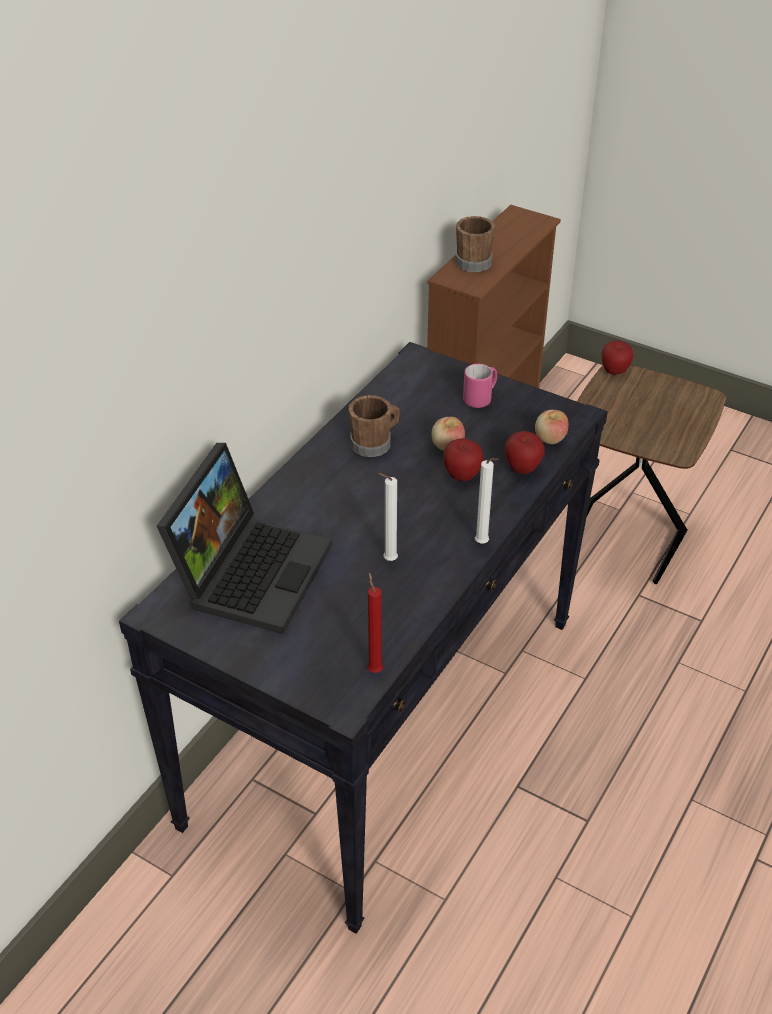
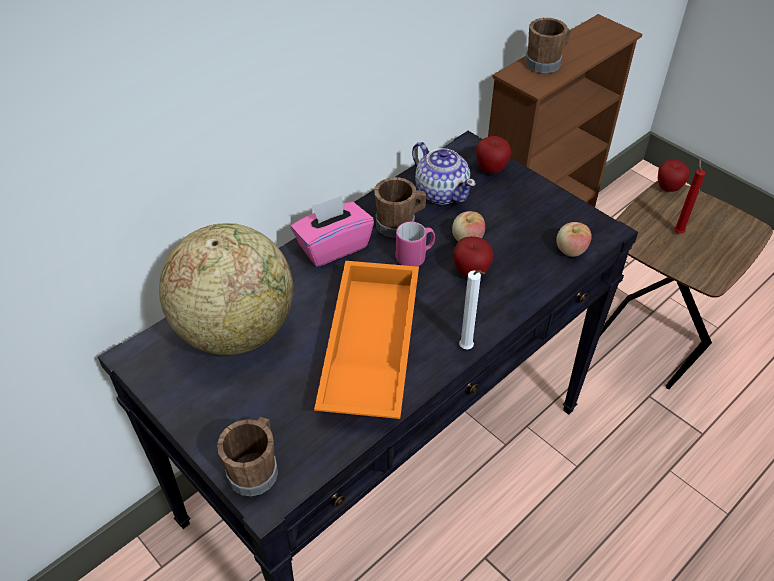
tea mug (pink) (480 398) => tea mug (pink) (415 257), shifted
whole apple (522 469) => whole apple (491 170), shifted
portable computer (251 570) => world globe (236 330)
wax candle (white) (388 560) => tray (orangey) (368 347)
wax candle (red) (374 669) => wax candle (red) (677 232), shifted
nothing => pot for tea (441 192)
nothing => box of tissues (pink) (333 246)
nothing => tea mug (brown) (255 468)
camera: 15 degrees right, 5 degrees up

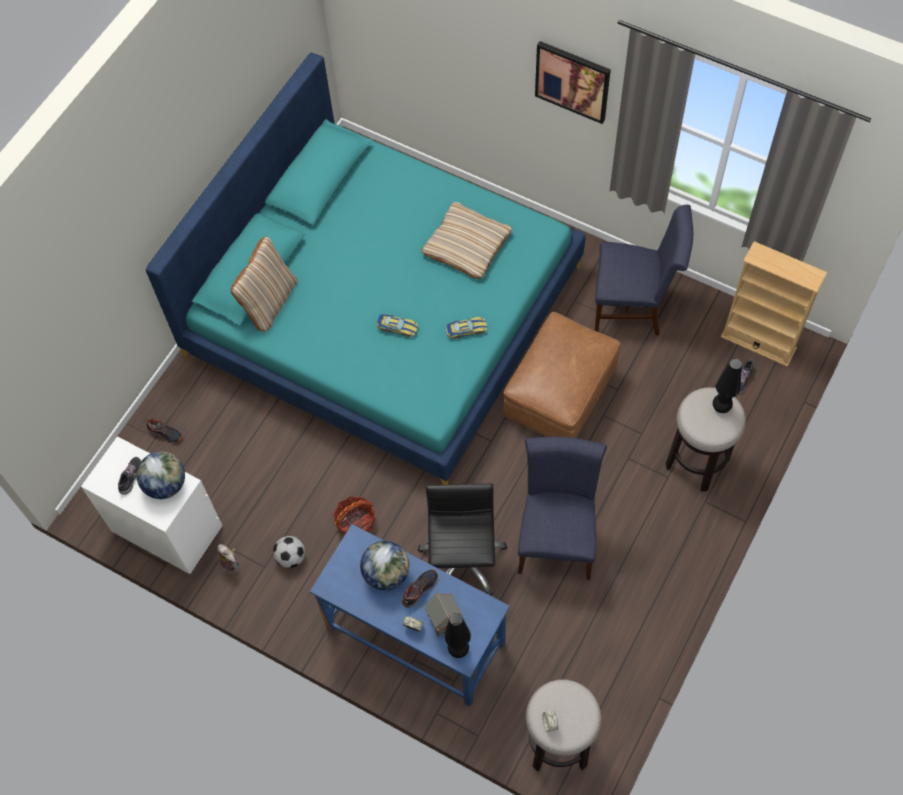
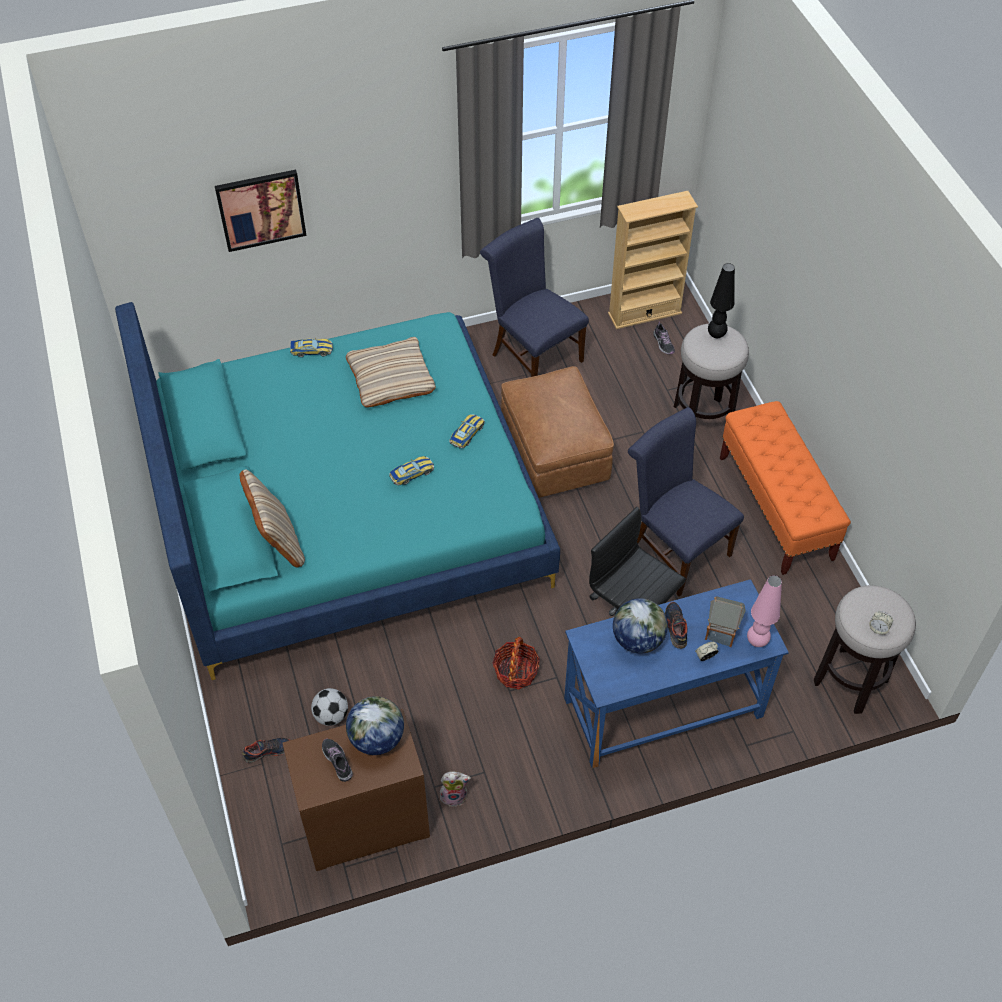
wall picture (572 81) => wall picture (261 209), shifted
plain chair (blue) (634 306) => plain chair (blue) (533 355), 90 degrees counterclockwise
dresser (white) (167 529) => dresser (brown) (364 823)
football (291 557) => football (331 716), shifted
tabletop lamp (black) (458 650) => tabletop lamp (pink) (756 641)
nothing => miniature car (312 350)
nothing => bench (orangey) (775 508)
camera: 50 degrees left, 10 degrees down

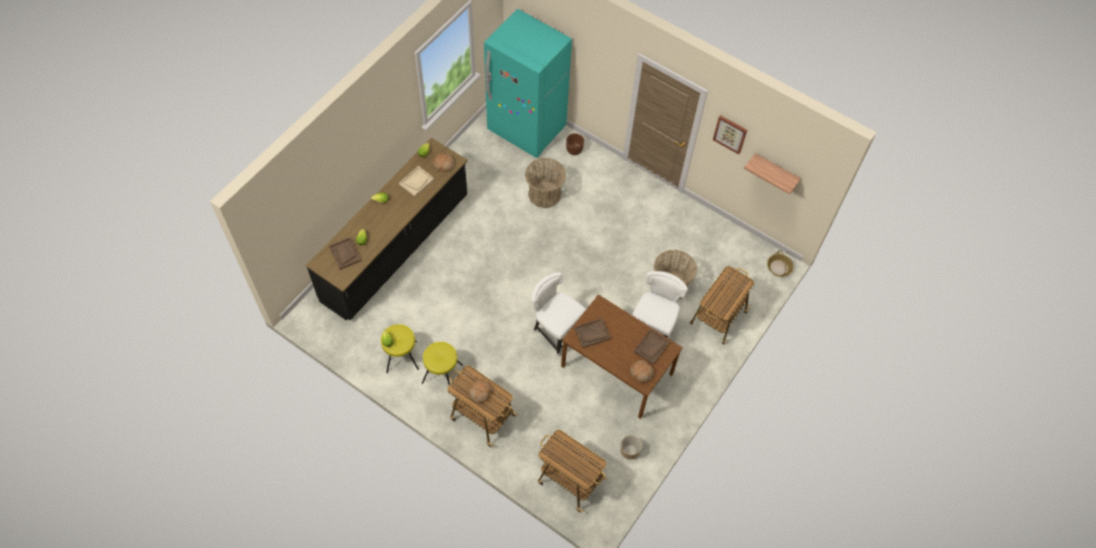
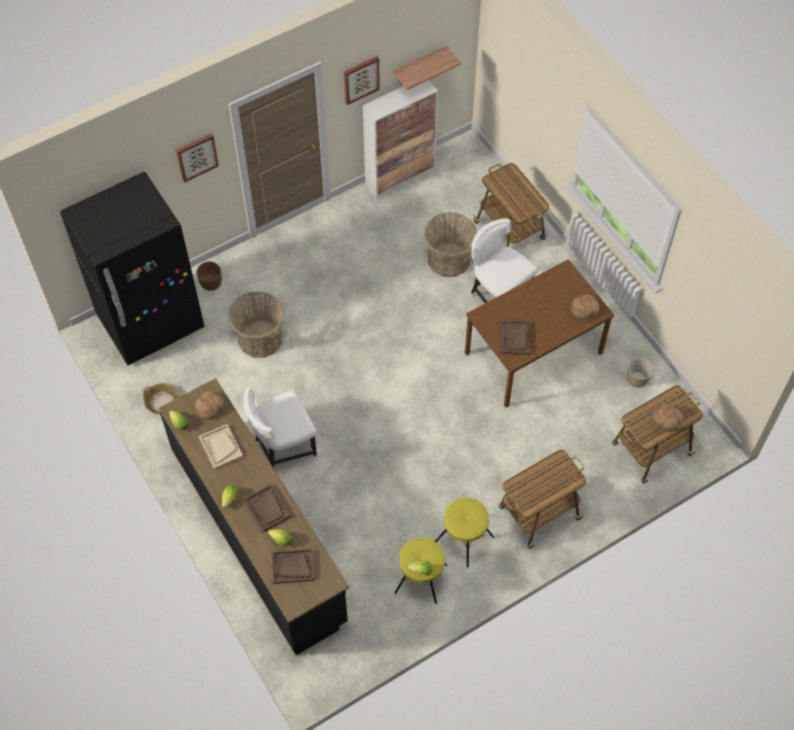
fridge (turquoise-coloured) (526 129) => fridge (black) (151 323)
basket (779 268) => basket (162 402), shifted
plain chair (white) (555 332) => plain chair (white) (283 448), shifted
tray (brown) (651 347) => tray (brown) (267 508), shifted
bakery bread (480 392) => bakery bread (667 420), shifted
nothing => cupboard (400 176)
nothing => wall picture (196 156)
camera: 65 degrees left, 0 degrees up

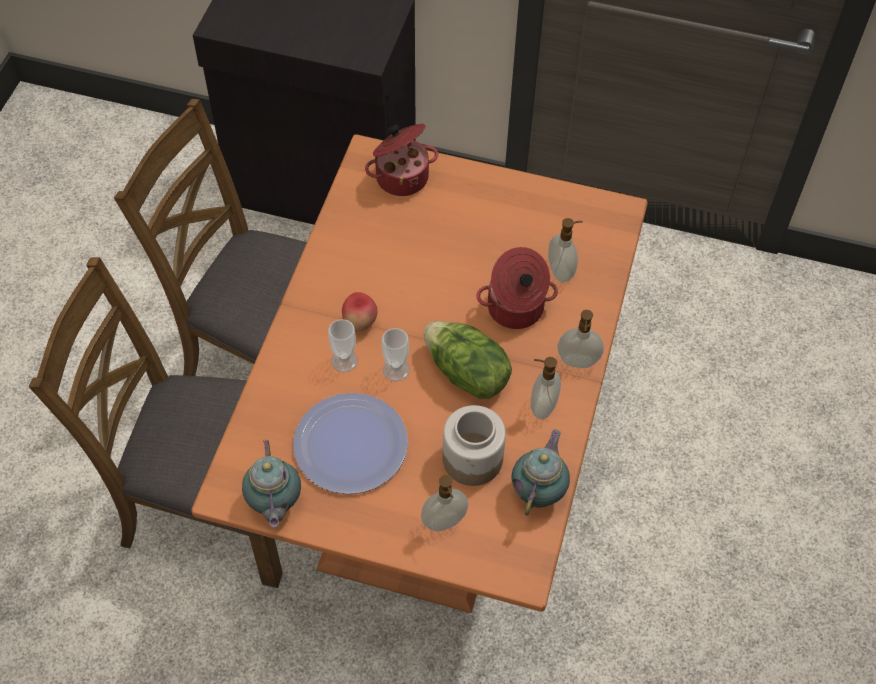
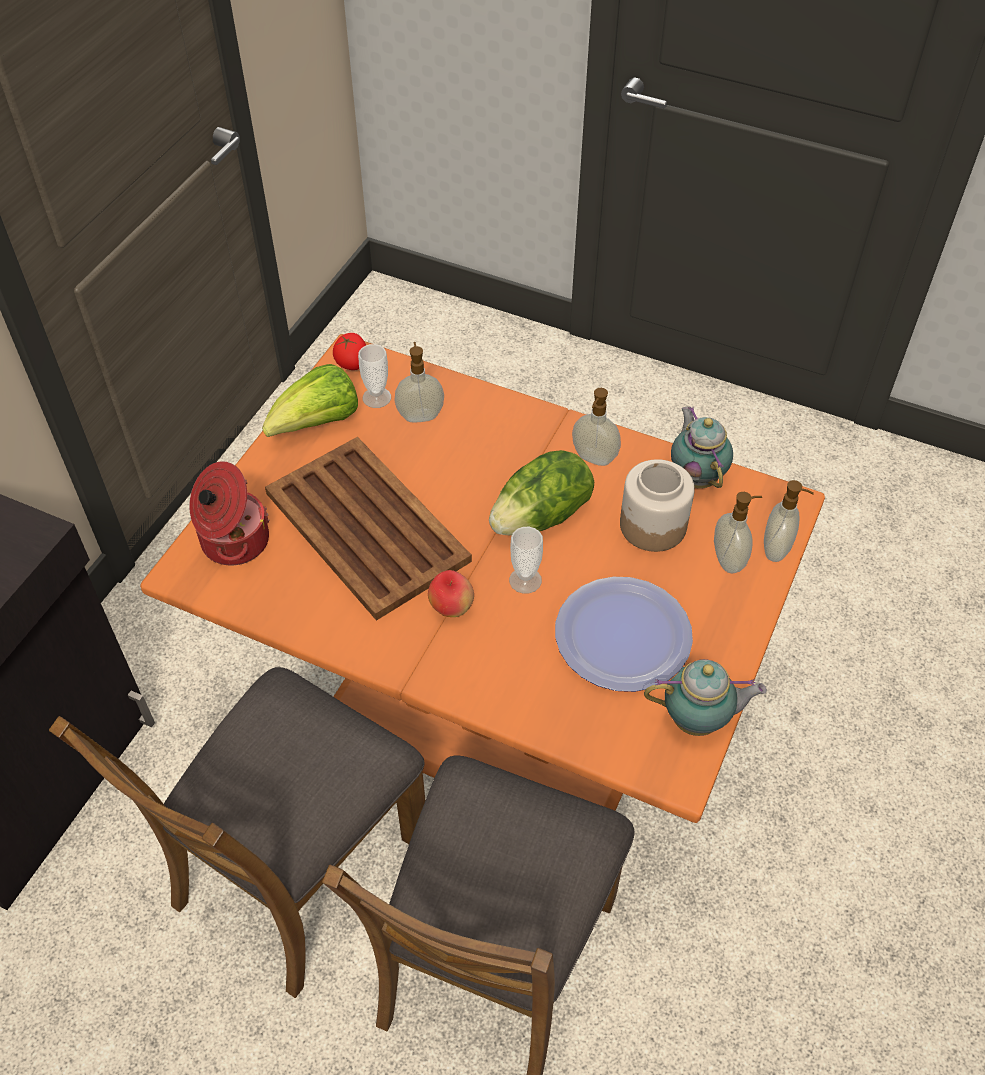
stockpot (515 309) => nothing
liquid soap bottle (577 362) => liquid soap bottle (777 549), shifted
drinking cup (344 361) => drinking cup (376 397), shifted
pot for tea (539 491) => pot for tea (696 476), 45 degrees clockwise
nothing => fresh tomato (352 363)
nothing => lettuce (317 424)
nothing => tray (brown) (366 525)
camera: 80 degrees left, 5 degrees down

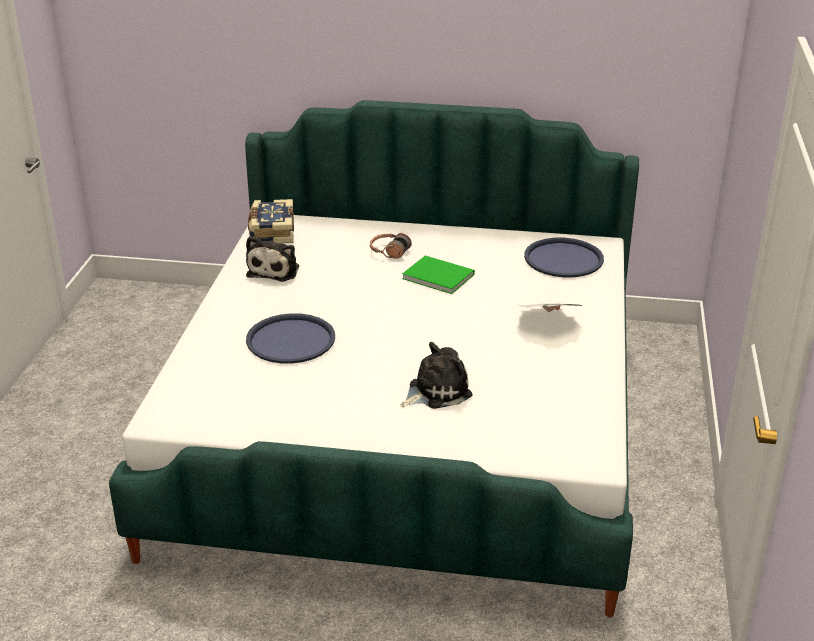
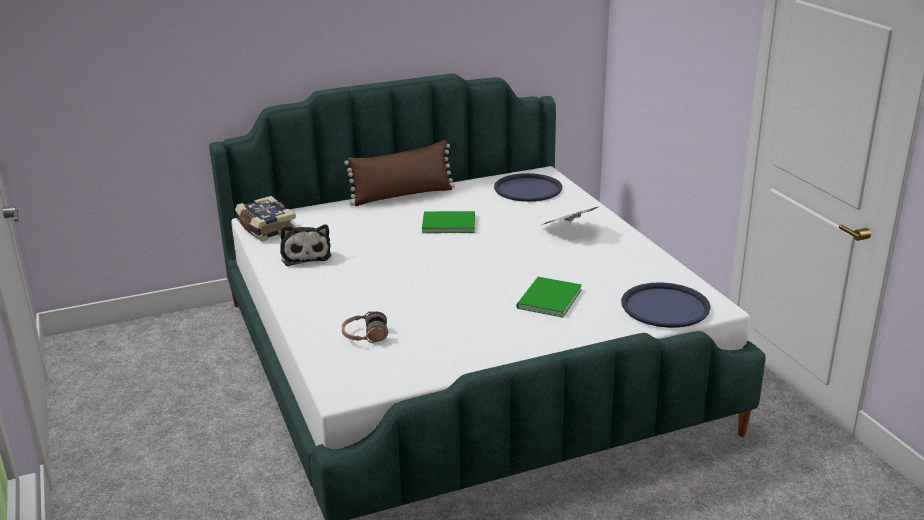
pair of headphones (389 251) => pair of headphones (365 336), shifted
tray (blue) (290 340) => tray (blue) (665 306), shifted
cuddly toy (436 391) => bound book (green) (547 299)
nothing => throw pillow (brown) (402 195)
camera: 30 degrees left, 5 degrees down

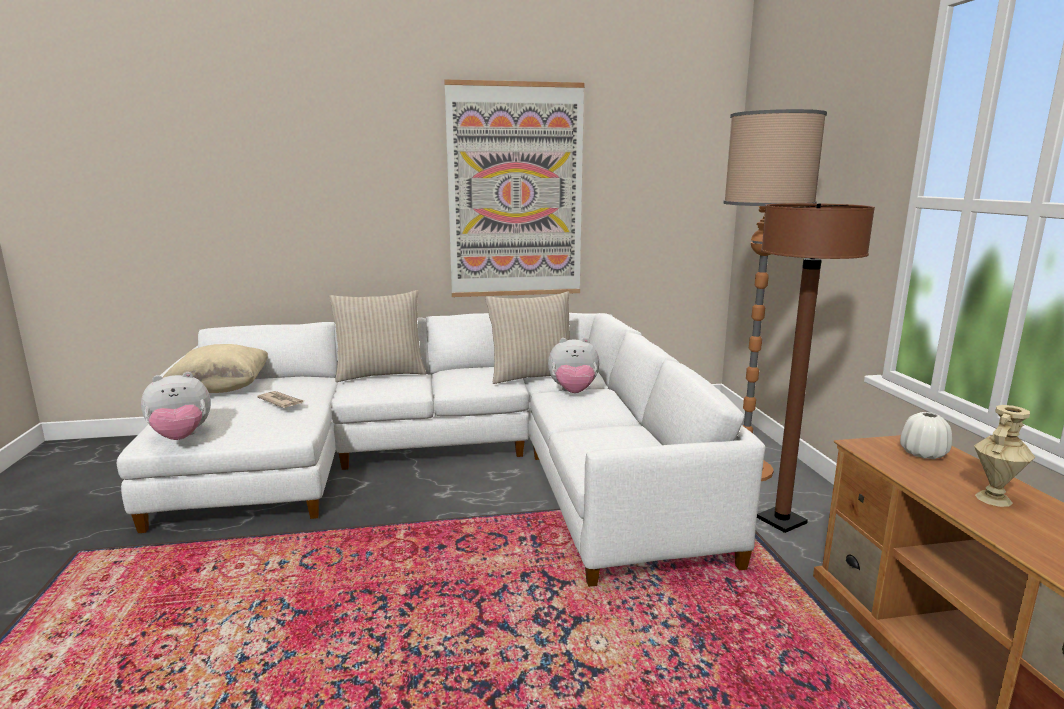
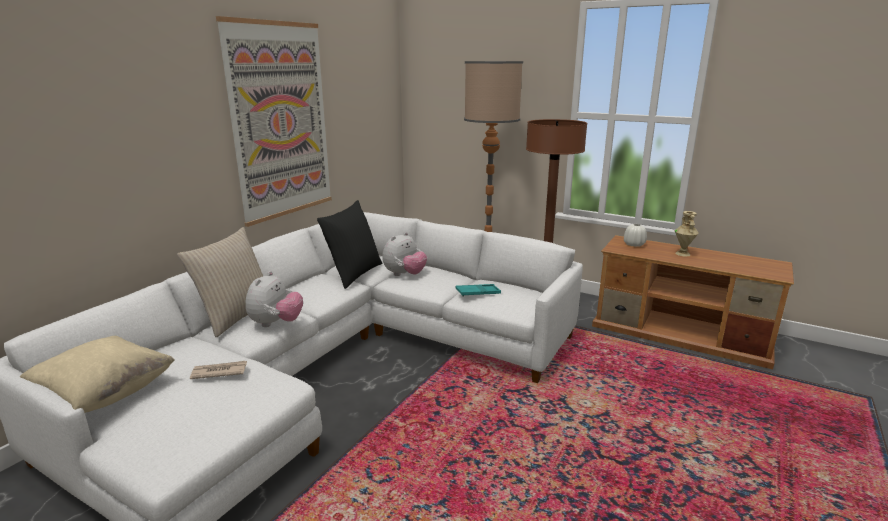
throw pillow (sand-coloured) (532 376) => throw pillow (black) (353 274)
cuddly toy (181 438) => cuddly toy (276 323), shifted
nothing => tray (turquoise-coloured) (478 293)
camera: 50 degrees left, 5 degrees up

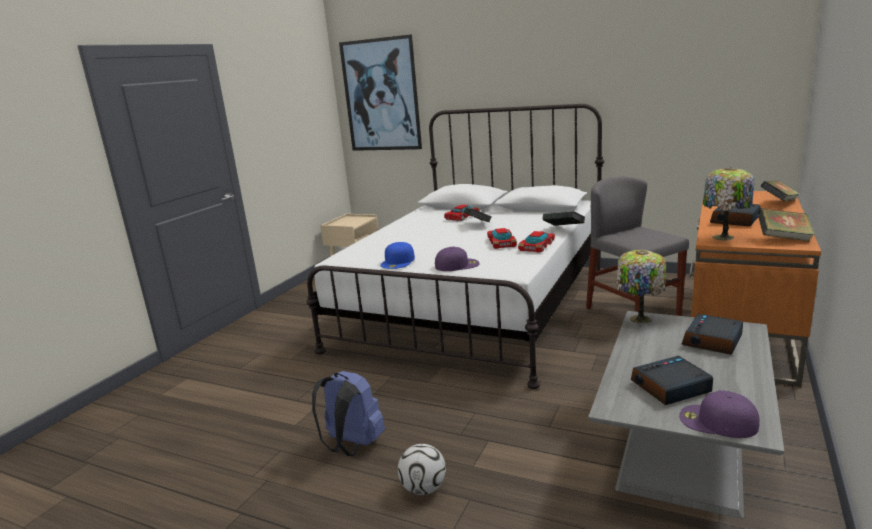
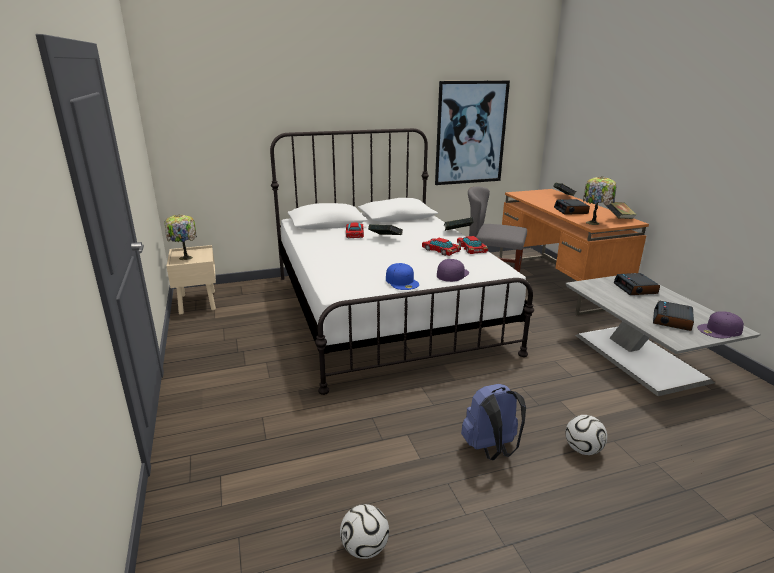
wall picture (381 95) => wall picture (471 133), shifted
tabletop lamp (638 319) => tabletop lamp (185 258), shifted
nothing => football (365 548)
camera: 45 degrees left, 5 degrees up

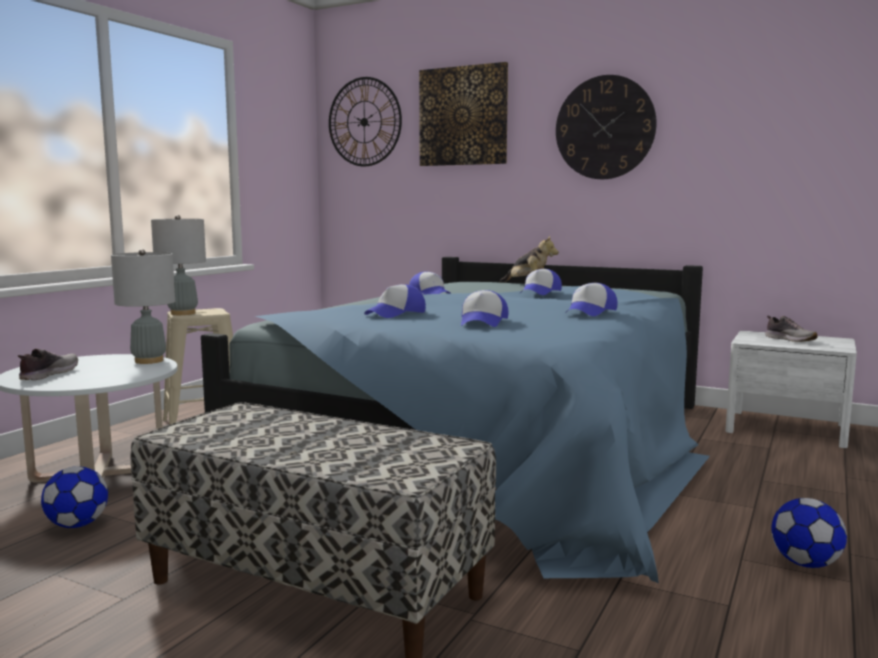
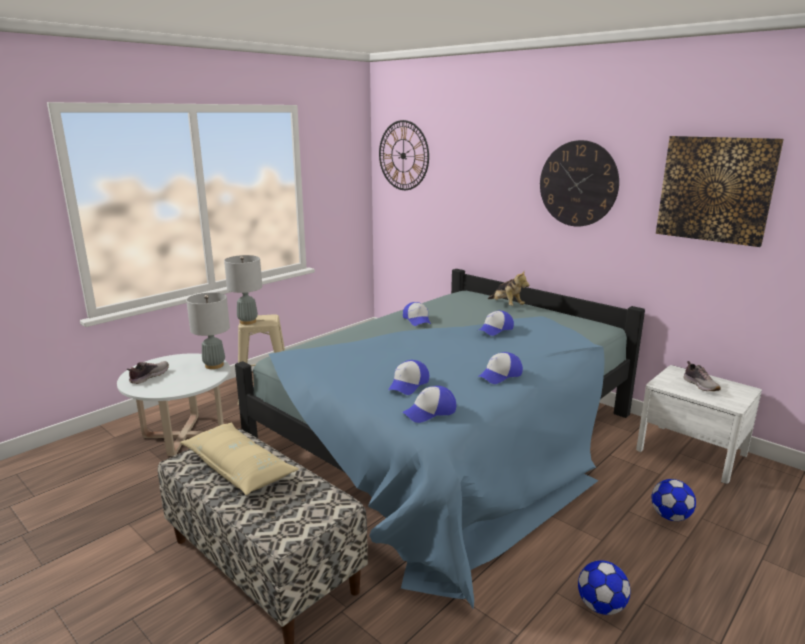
wall picture (463 116) => wall picture (715 189), shifted
cap (396 314) => cap (430 412), shifted
football (77 525) => football (670 516), shifted
nothing => throw pillow (sand-coloured) (239 468)
camera: 15 degrees right, 10 degrees up

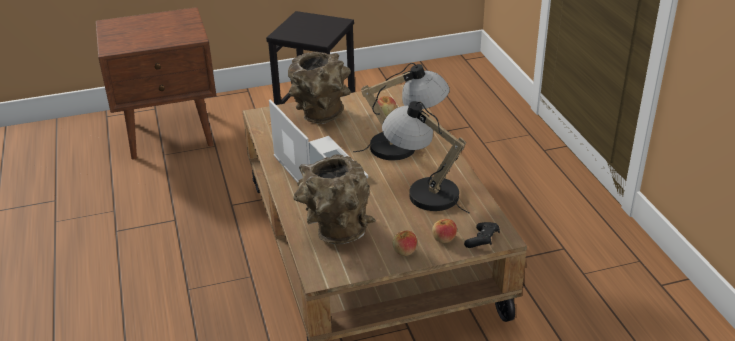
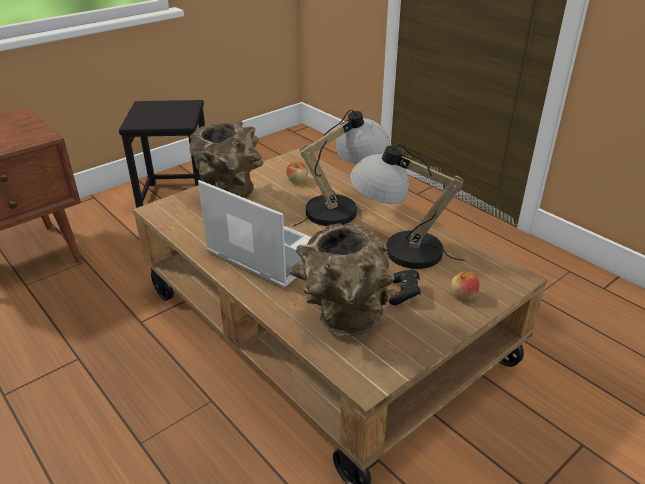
game controller (black) (482 241) => game controller (black) (403 293), shifted
whole apple (404 251) => nothing
camera: 25 degrees left, 0 degrees up

